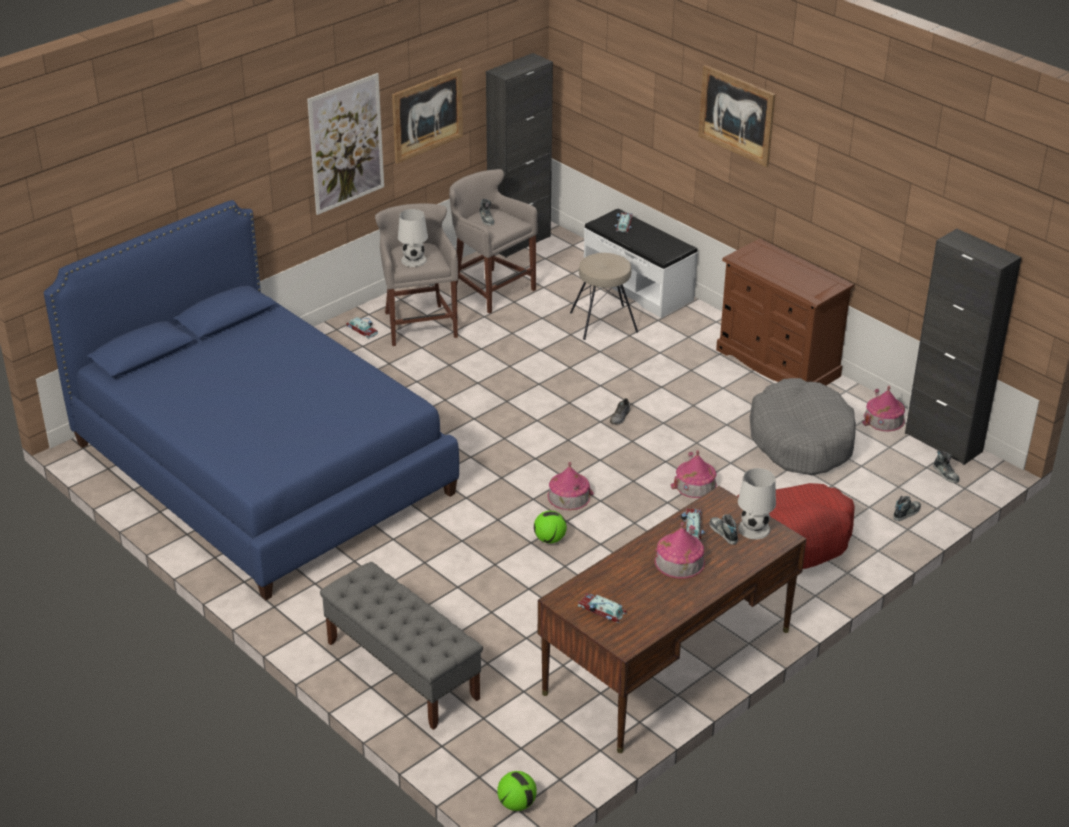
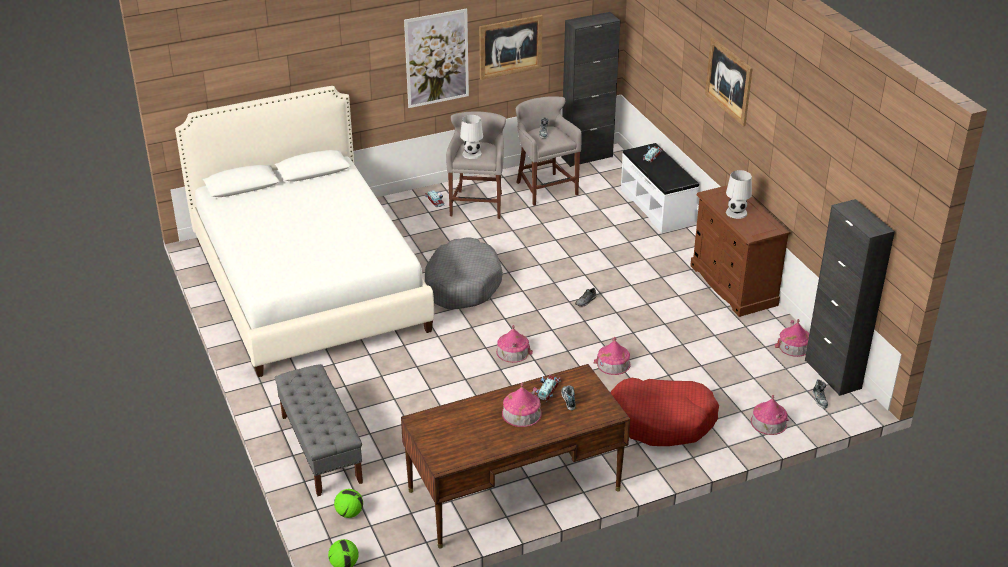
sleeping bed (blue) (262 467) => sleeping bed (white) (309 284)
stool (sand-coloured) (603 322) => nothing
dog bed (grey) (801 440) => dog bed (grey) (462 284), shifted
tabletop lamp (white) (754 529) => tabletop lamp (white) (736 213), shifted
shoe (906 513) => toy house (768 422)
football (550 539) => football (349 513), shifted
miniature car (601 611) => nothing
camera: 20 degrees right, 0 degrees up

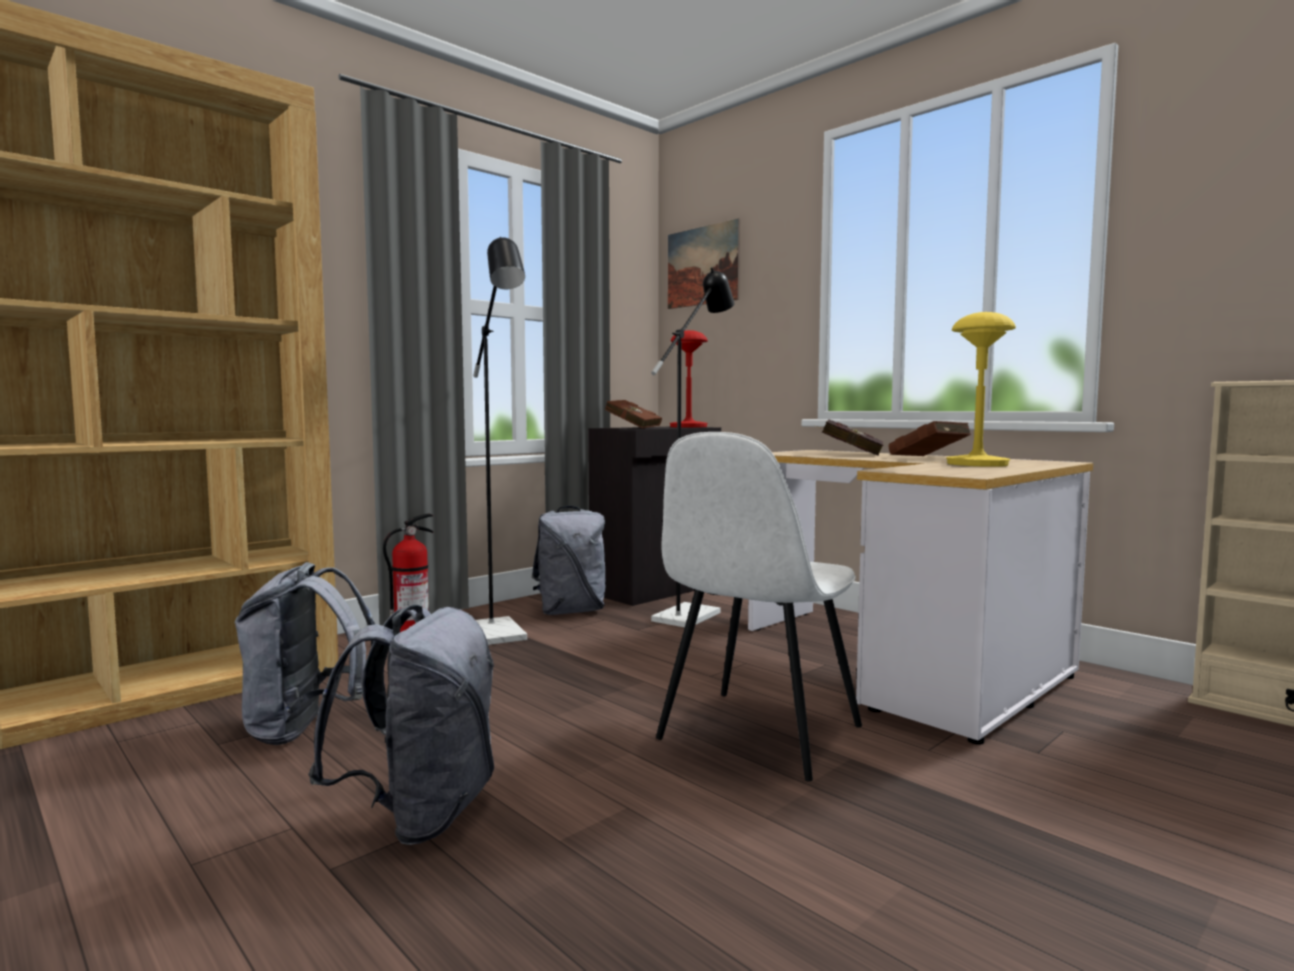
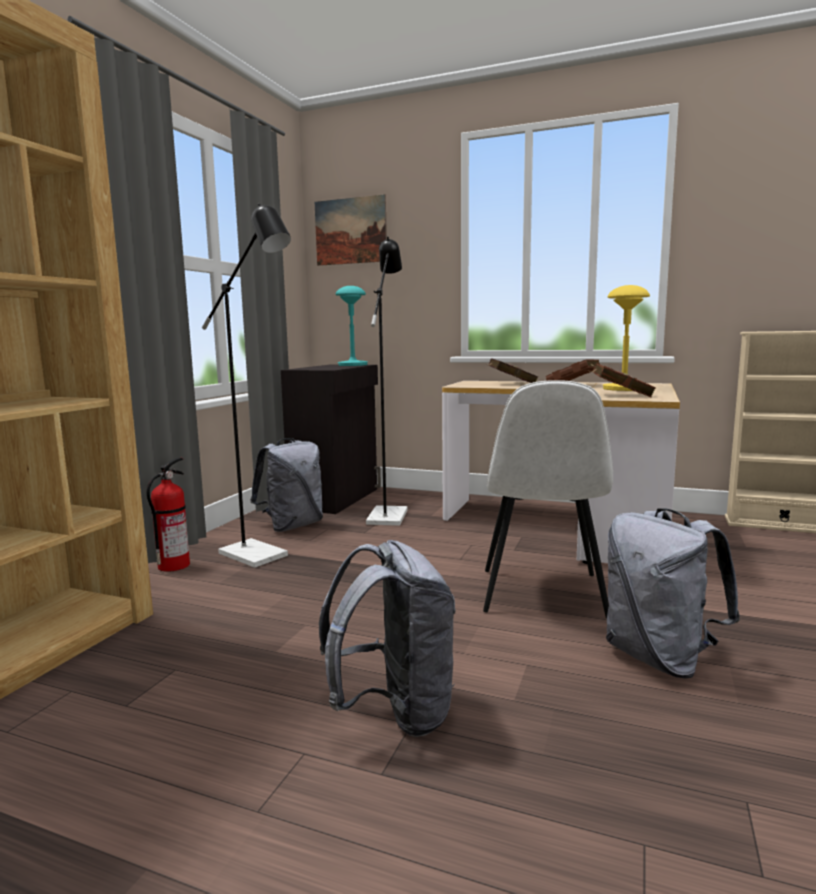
tabletop lamp (red) (688 427) => tabletop lamp (turquoise-coloured) (352 365)
bound book (brown) (631 427) => bound book (brown) (619 395), shifted
backpack (grey) (307 729) => backpack (grey) (660 658), shifted
camera: 25 degrees left, 5 degrees up

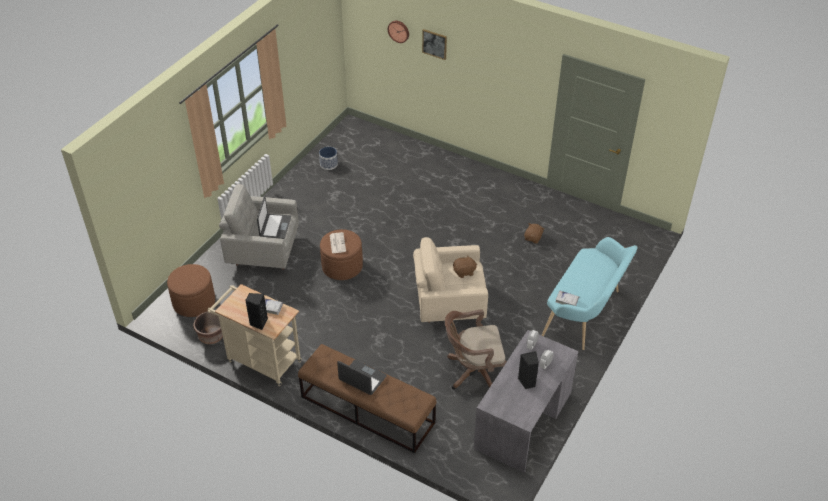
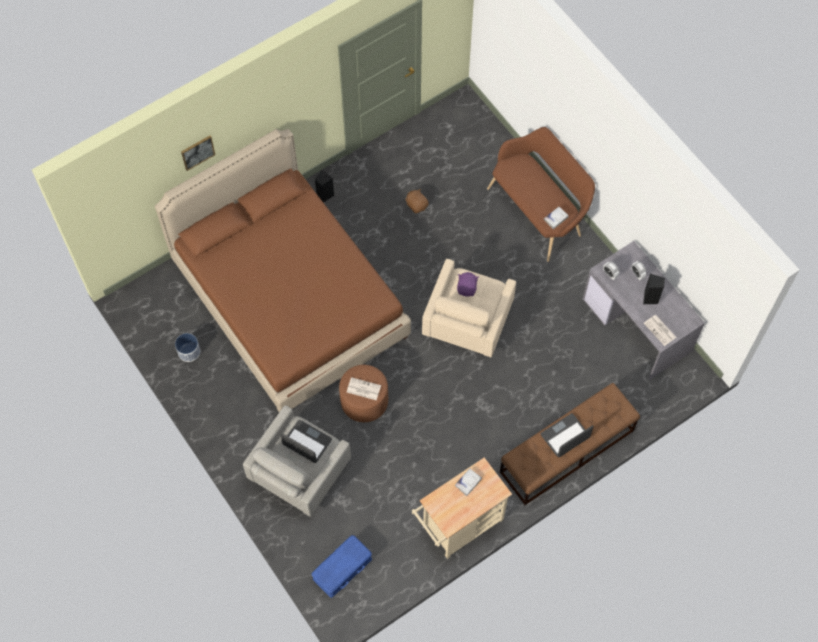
hanging clock (399 31) => nothing
bench (turquoise-coloured) (585 314) => bench (brown) (538 211)
cuddly toy (brown) (464 272) => cuddly toy (purple) (467 288)
pouffe (brown) (194 302) => storage container (blue) (342 569)
loudspeaker (black) (258 323) => loudspeaker (black) (324 195), shifted
computer chair (brown) (474 372) => nothing
flower pot (brown) (211 336) => nothing
nothing => sleeping bed (brown) (290 299)
nothing => daily paper (660 330)
camera: 65 degrees left, 20 degrees up

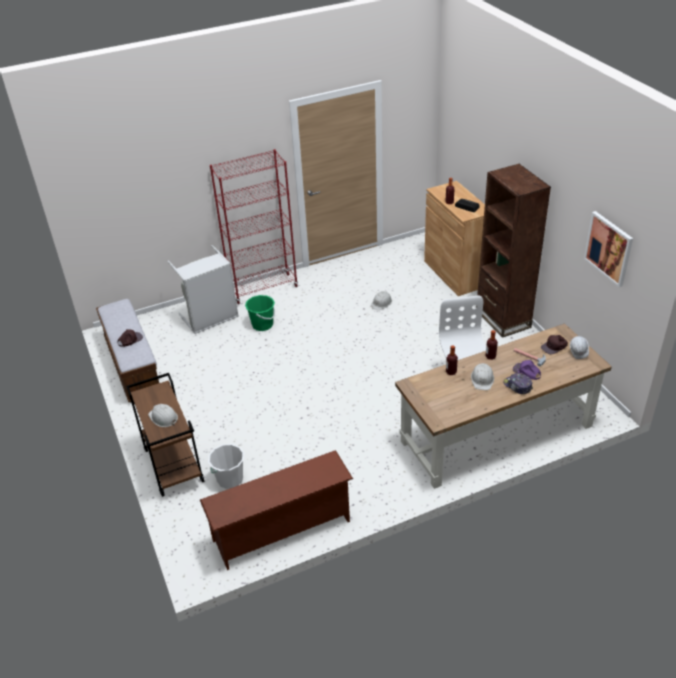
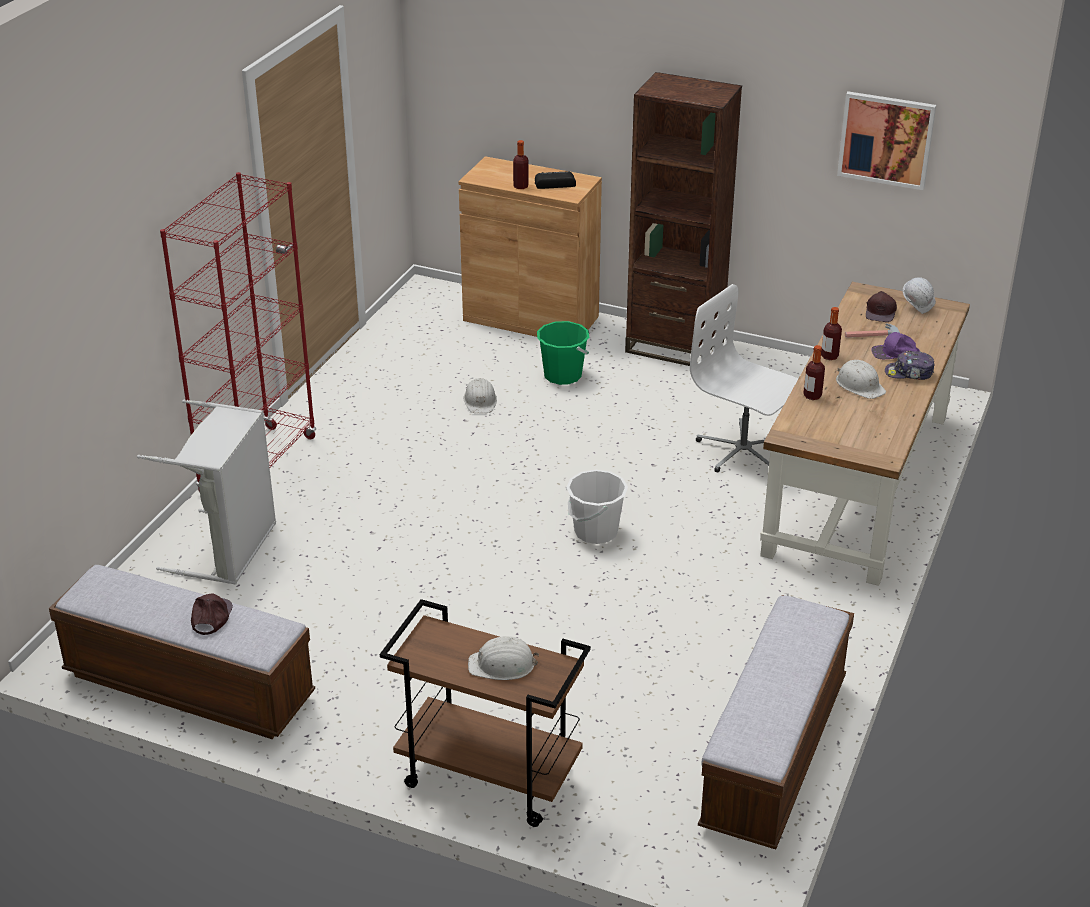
bucket (green) (262 325) => bucket (green) (562 375), shifted
bucket (white) (230 479) => bucket (white) (595 531), shifted
shoe stand (brown) (282 532) => bench (774 754)
camera: 45 degrees left, 5 degrees down

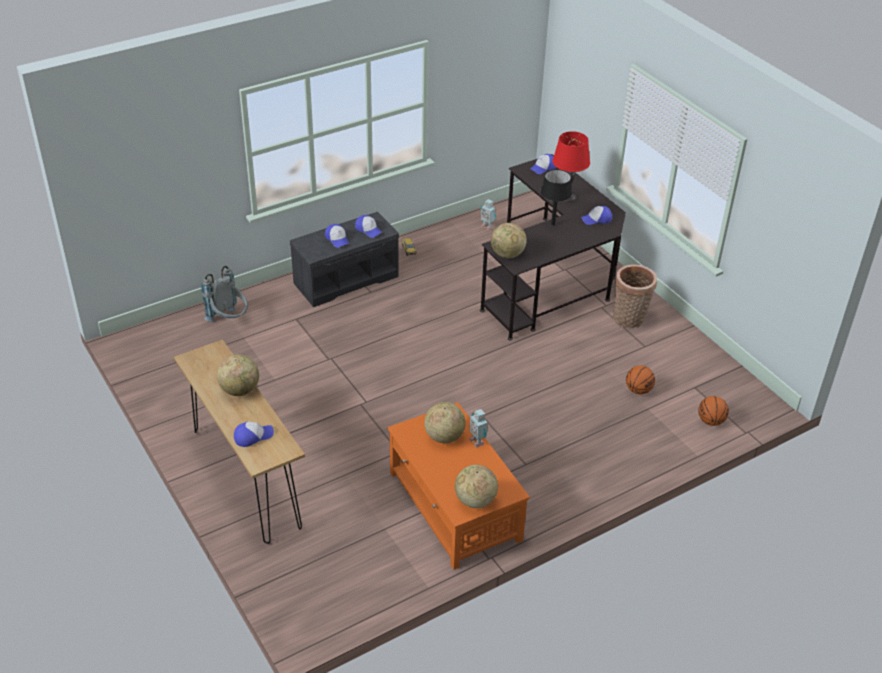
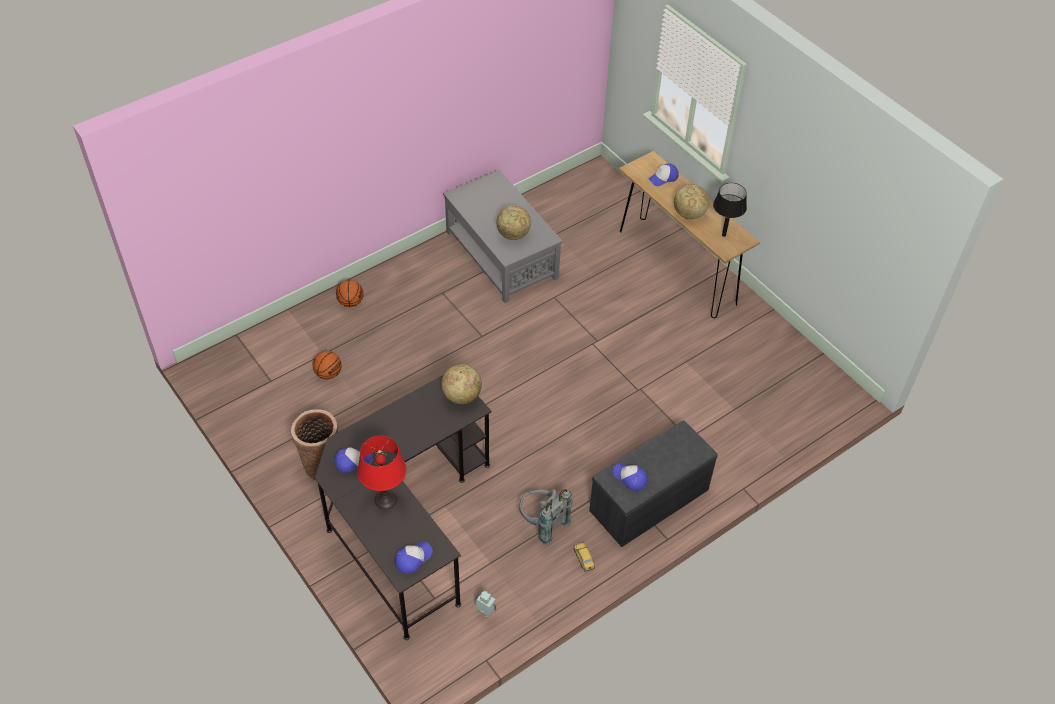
tabletop lamp (black) (553 224) => tabletop lamp (black) (723 235), shifted
cap (337 239) => nothing
backpack (grey) (229 320) => backpack (grey) (542 523), shifted
ball for basketball (711 421) => ball for basketball (350 302), shifted
coffee table (orangey) (454 506) => coffee table (grey) (501 254)
toy robot (477 441) => nothing
world globe (475 500) => nothing
camera: 175 degrees right, 10 degrees up

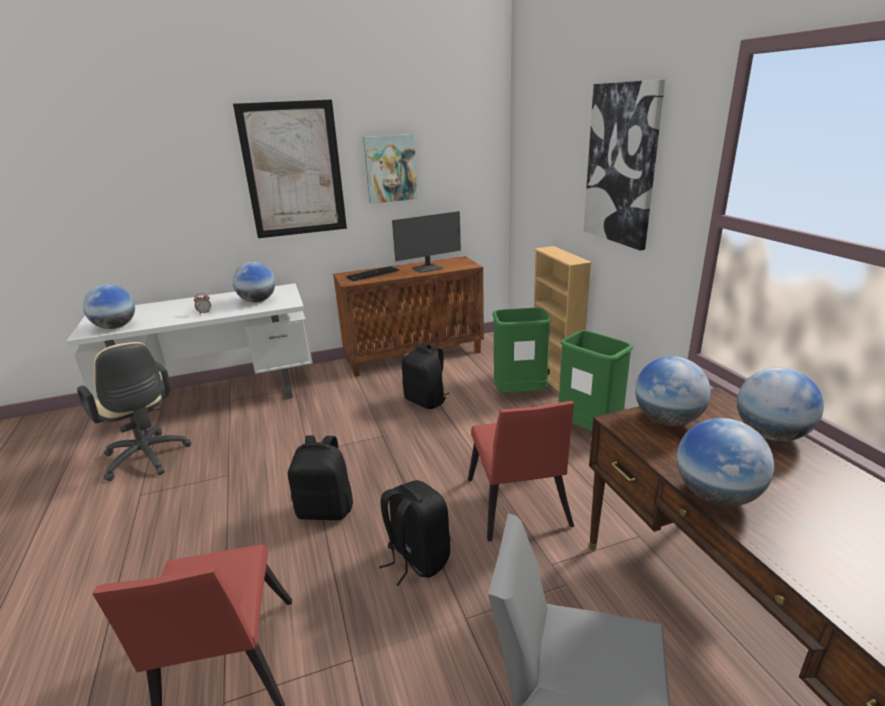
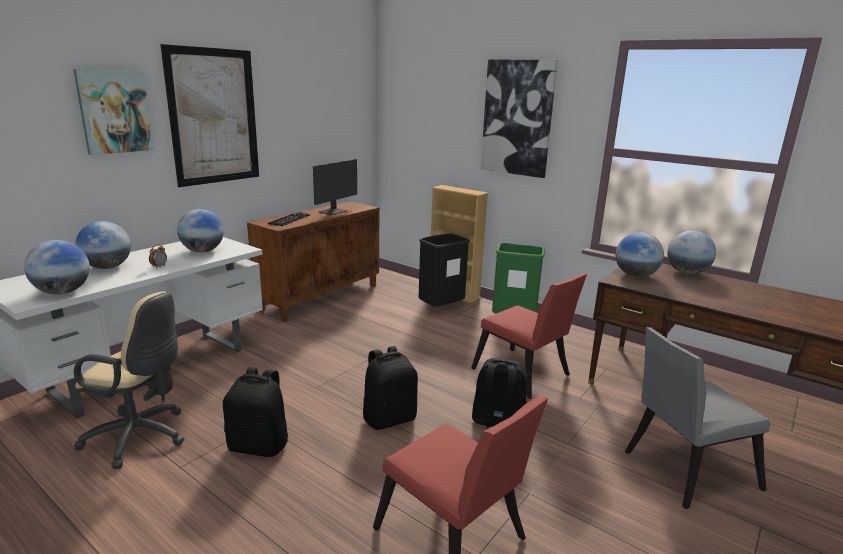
wall picture (390 168) => wall picture (115 112), shifted
trash can (green) (519 394) => trash can (black) (441 308)
backpack (black) (426 401) => backpack (black) (259 445), shifted
world globe (716 495) => world globe (107 267), shifted
camera: 35 degrees left, 5 degrees down

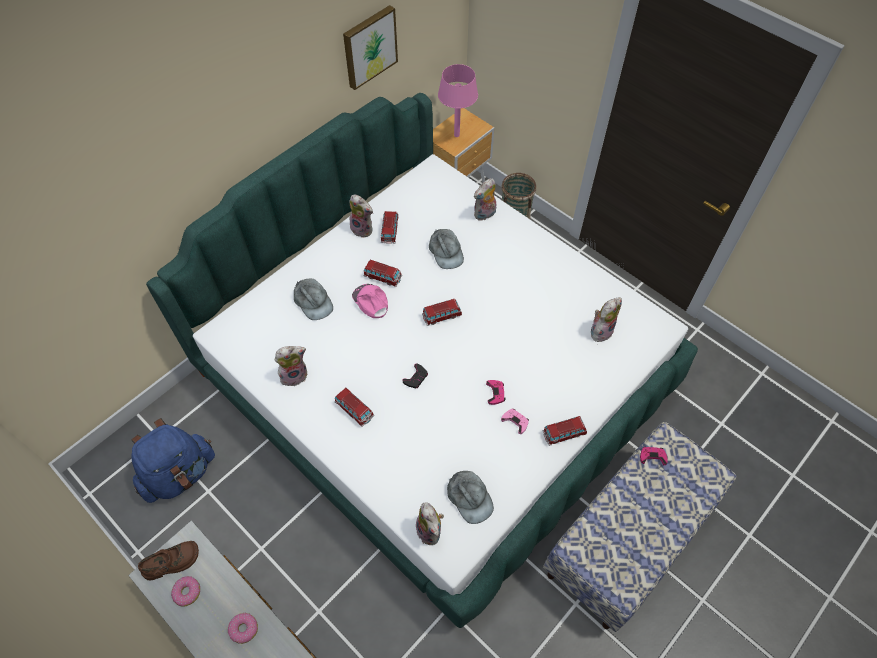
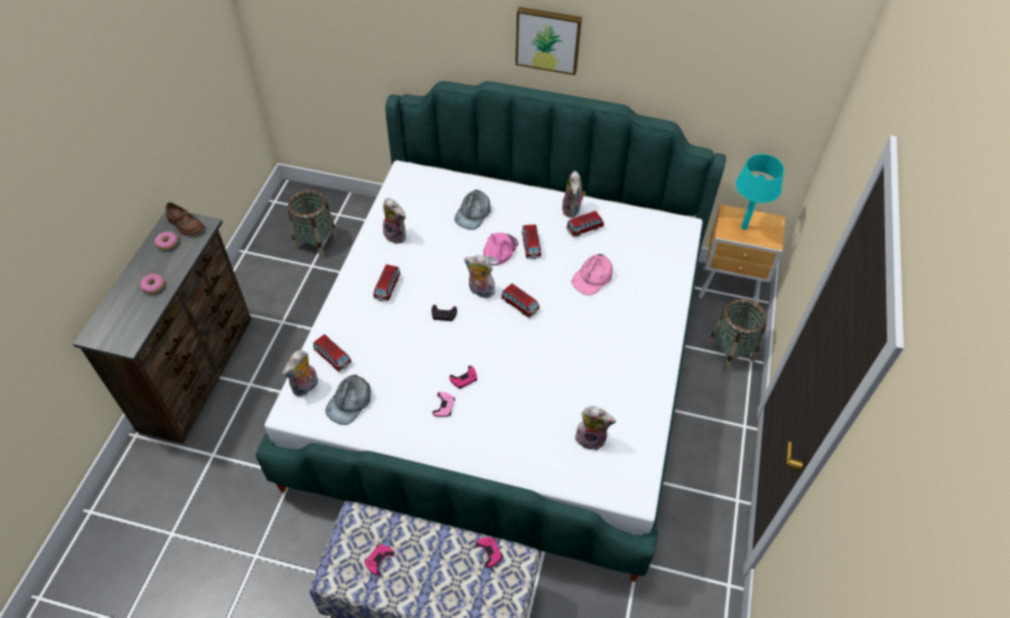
wall picture (369 46) => wall picture (548 39), shifted
tabletop lamp (pink) (457 135) => tabletop lamp (turquoise-coloured) (744 227)
cuddly toy (485 215) => cuddly toy (480 291), shifted
cap (grey) (446 252) => cap (pink) (592 278)
miniature car (564 433) => miniature car (332 357), shifted
backpack (blue) (180 474) => basket (316 242)
nothing => game controller (pink) (379 559)
camera: 60 degrees right, 5 degrees down

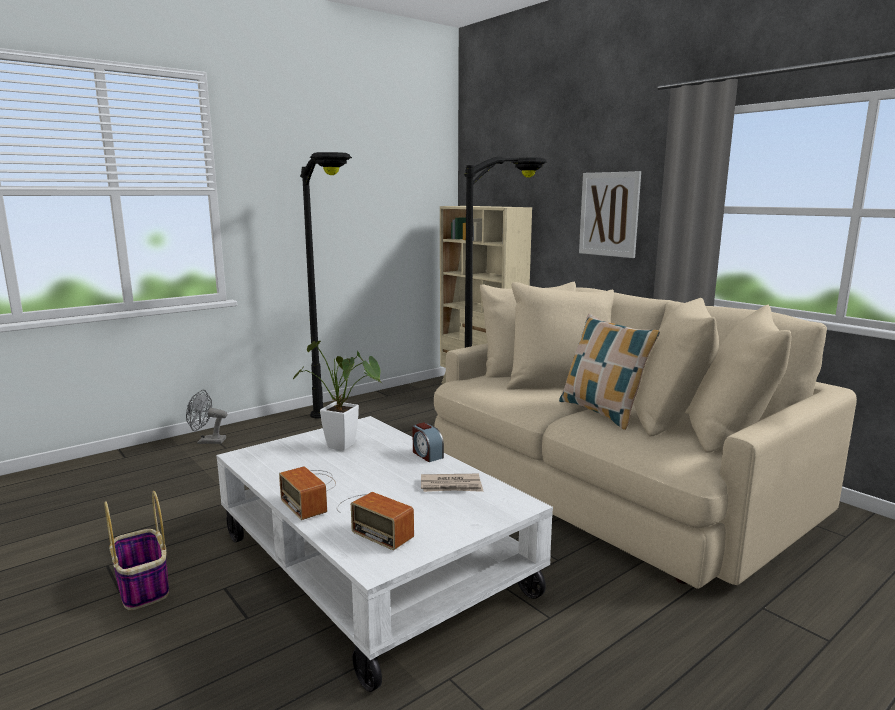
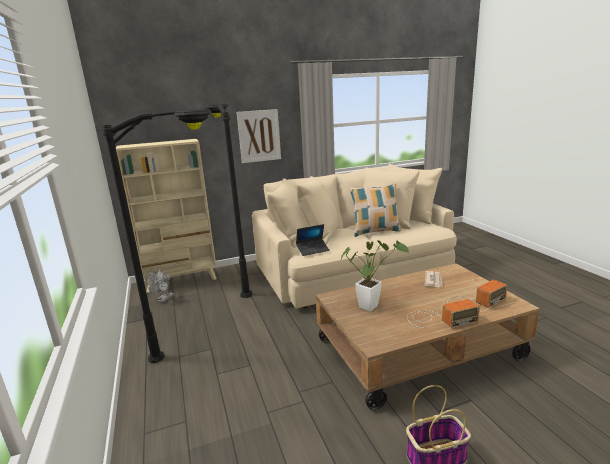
fan (grey) (207 441) => fan (grey) (163 300), shifted
coffee table (white) (373 565) => coffee table (brown) (418 349)
bedside clock (427 454) => nothing
nothing => portable computer (312 250)
camera: 70 degrees left, 5 degrees up

